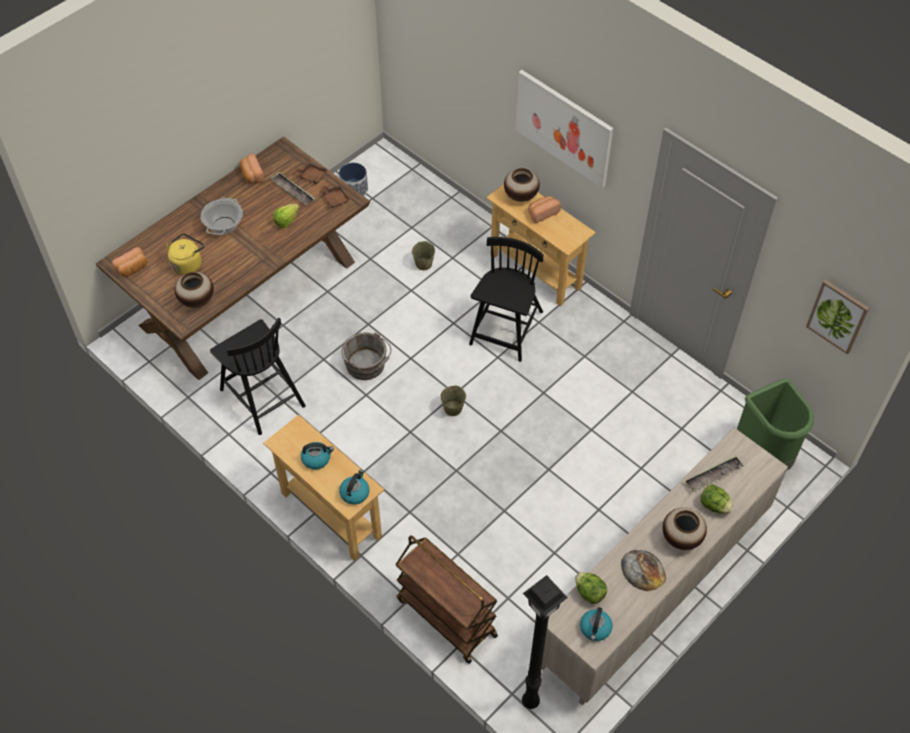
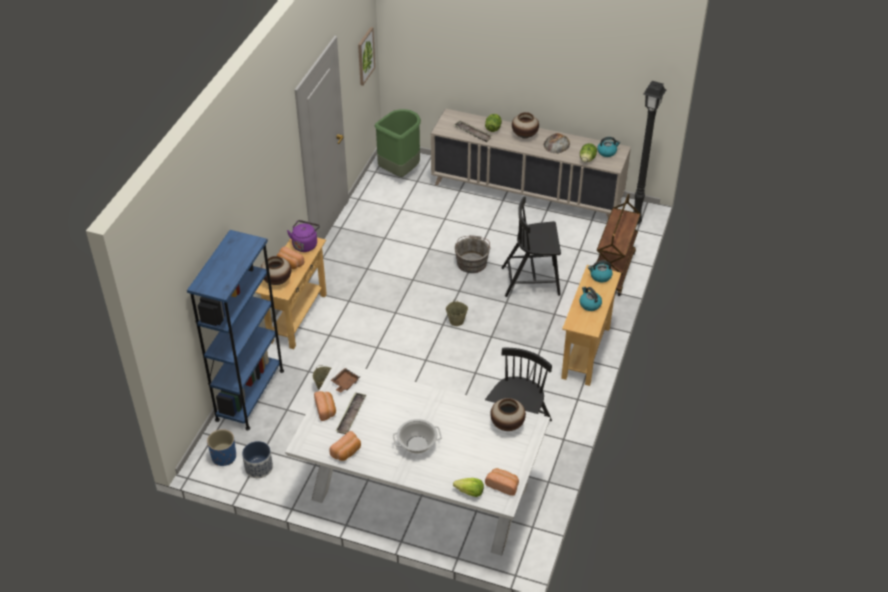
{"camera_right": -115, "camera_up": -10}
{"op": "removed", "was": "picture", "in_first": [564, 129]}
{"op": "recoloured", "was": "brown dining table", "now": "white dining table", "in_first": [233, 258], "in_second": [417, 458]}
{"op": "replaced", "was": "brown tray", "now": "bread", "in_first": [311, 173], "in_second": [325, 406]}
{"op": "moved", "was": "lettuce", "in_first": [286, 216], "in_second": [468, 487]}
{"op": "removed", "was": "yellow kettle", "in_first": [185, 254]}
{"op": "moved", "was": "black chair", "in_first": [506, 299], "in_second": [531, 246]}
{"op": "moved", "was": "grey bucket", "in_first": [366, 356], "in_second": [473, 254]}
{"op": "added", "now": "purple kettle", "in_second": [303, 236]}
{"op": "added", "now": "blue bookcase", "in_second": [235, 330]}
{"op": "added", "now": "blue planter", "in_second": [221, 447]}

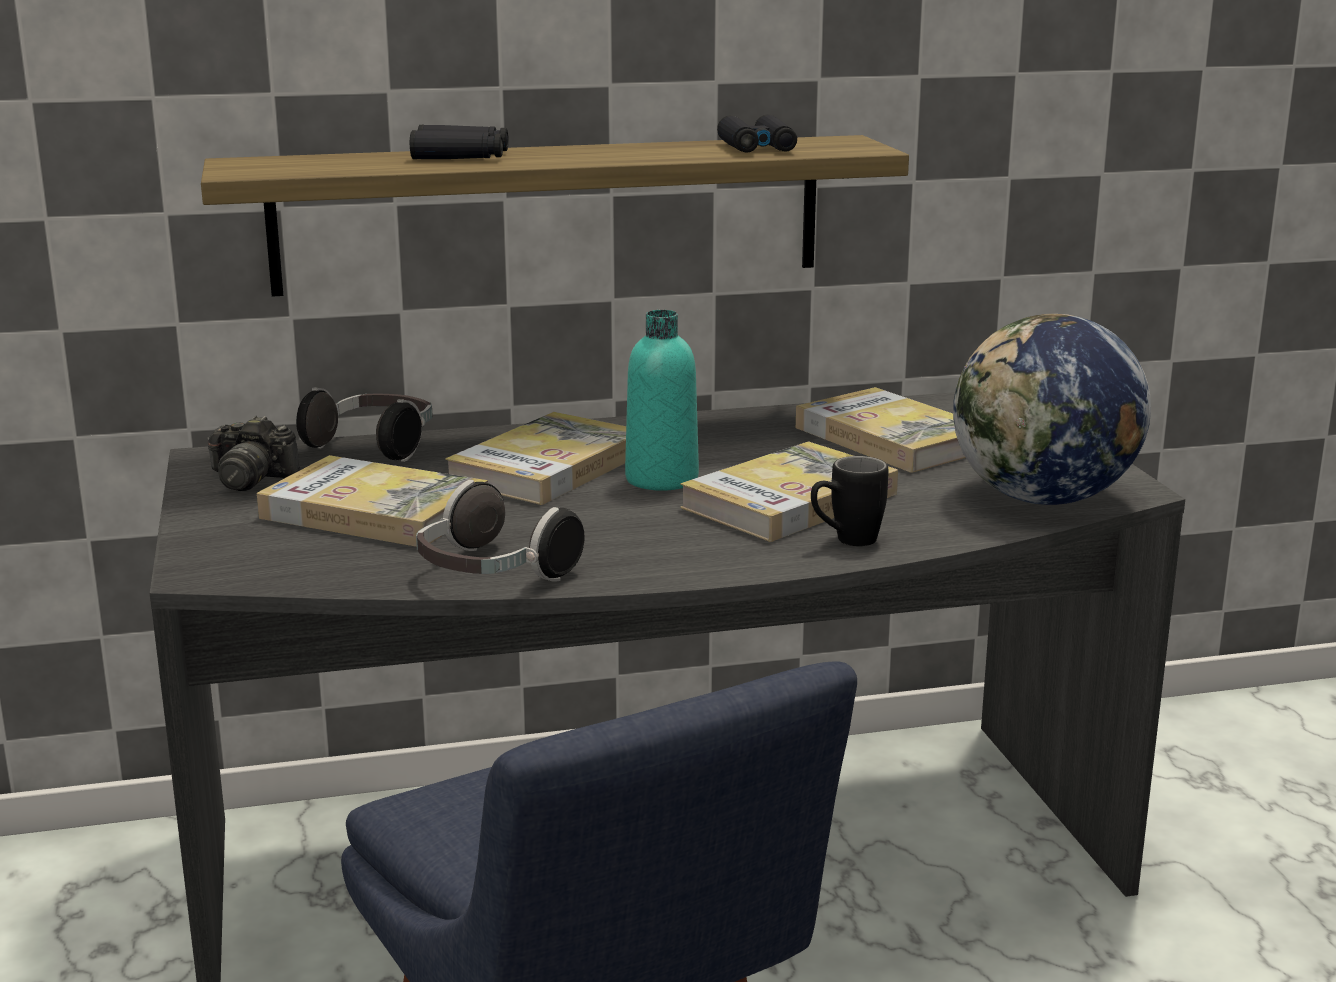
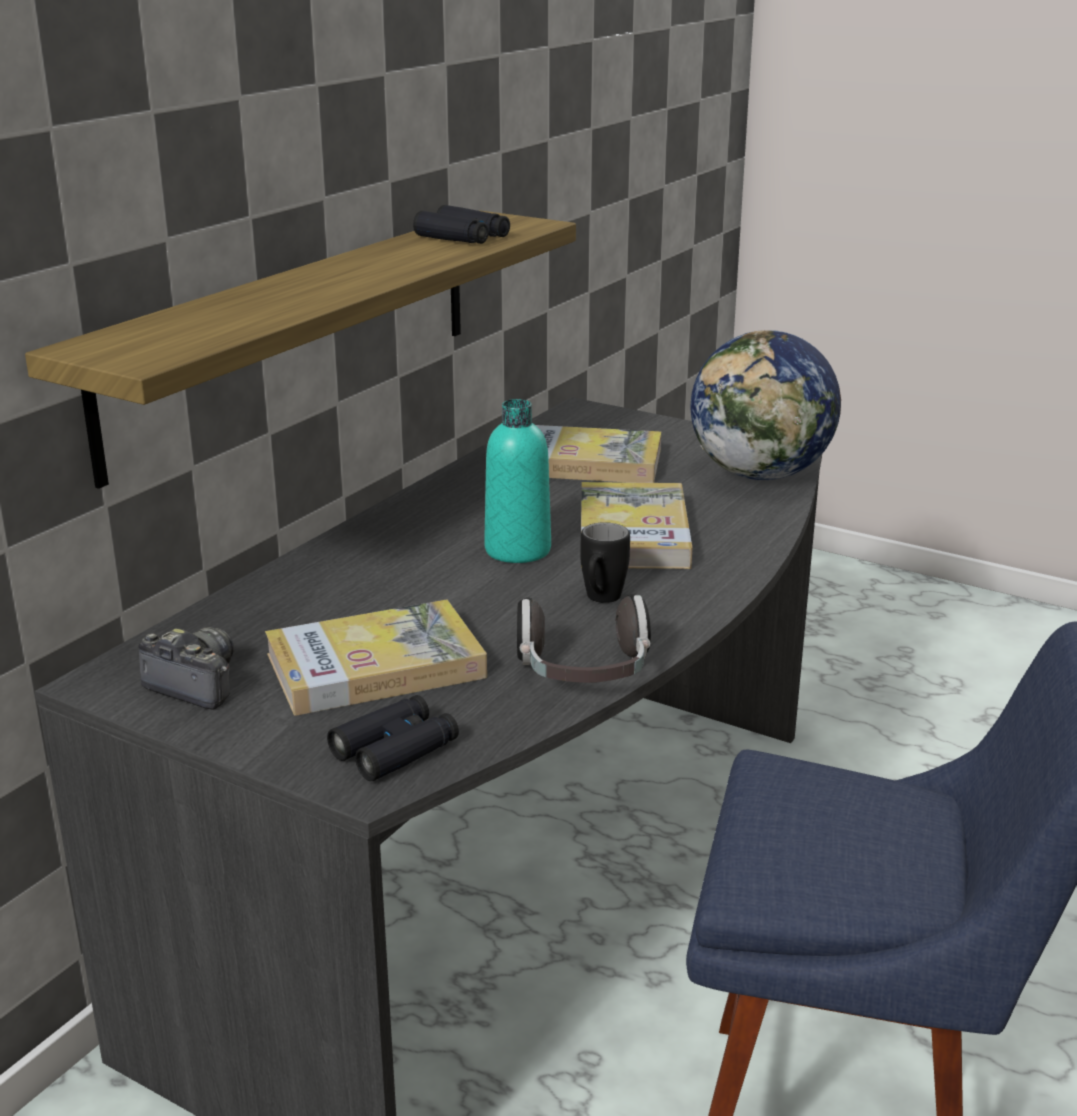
{"camera_right": -45, "camera_up": 5}
{"op": "moved", "was": "black binoculars", "in_first": [459, 142], "in_second": [393, 738]}
{"op": "removed", "was": "headphones", "in_first": [364, 425]}
{"op": "removed", "was": "book", "in_first": [535, 458]}
{"op": "turned", "was": "photo camera", "in_first": [253, 453], "in_second": [186, 668], "clockwise": -120}
{"op": "moved", "was": "black mug", "in_first": [849, 501], "in_second": [605, 562]}

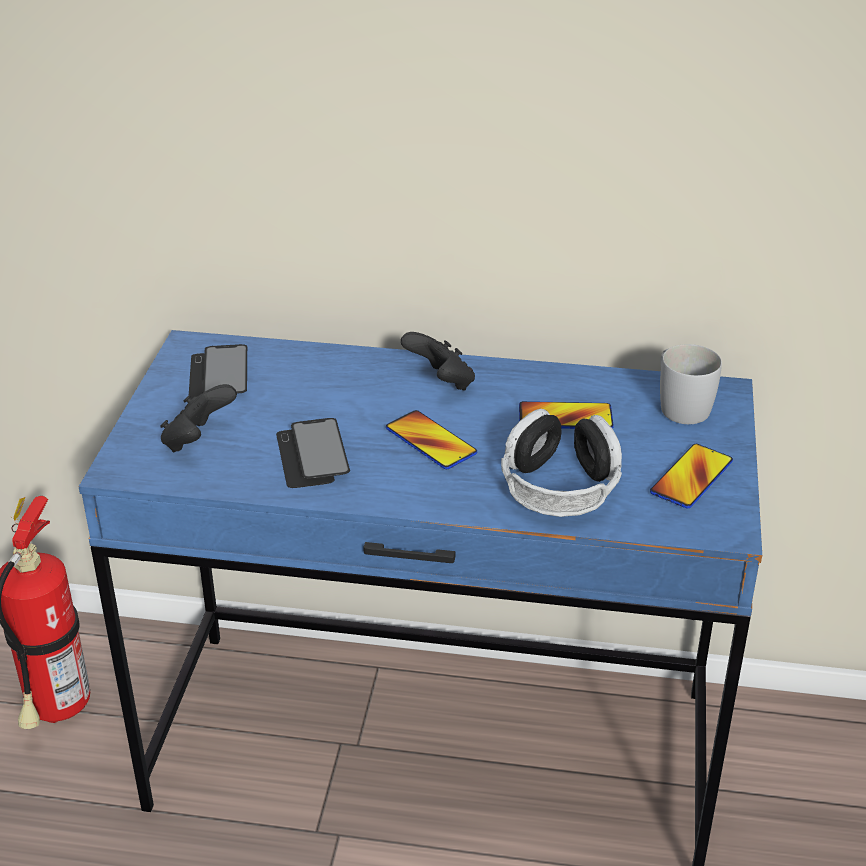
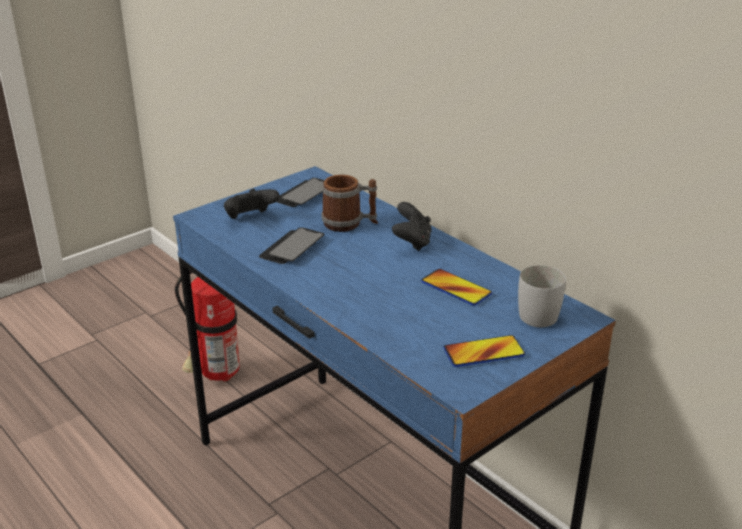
{"camera_right": 40, "camera_up": -5}
{"op": "removed", "was": "headphones", "in_first": [561, 463]}
{"op": "removed", "was": "phone", "in_first": [431, 439]}
{"op": "added", "now": "mug", "in_second": [349, 203]}

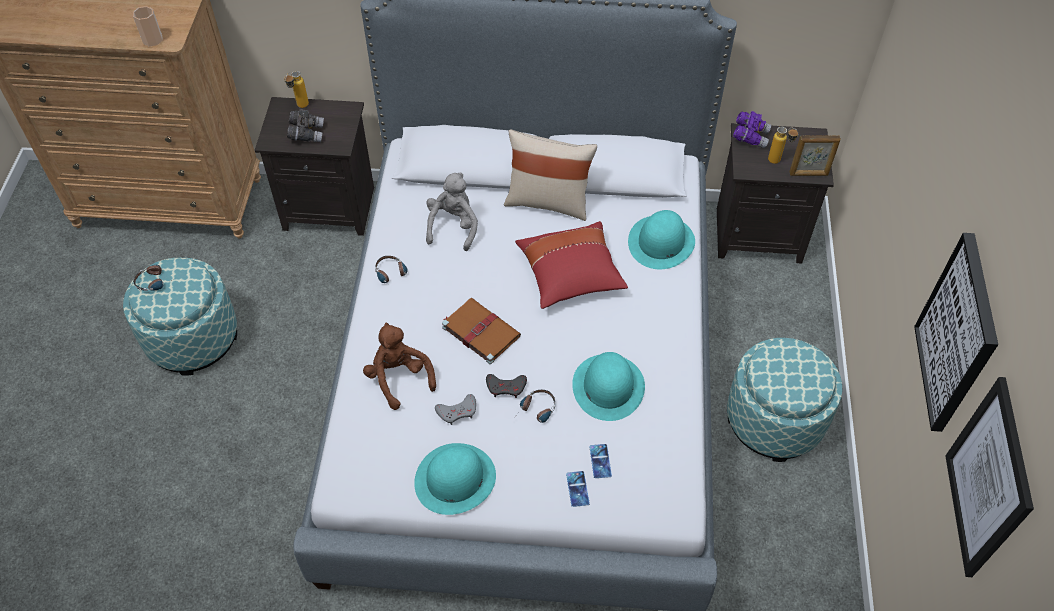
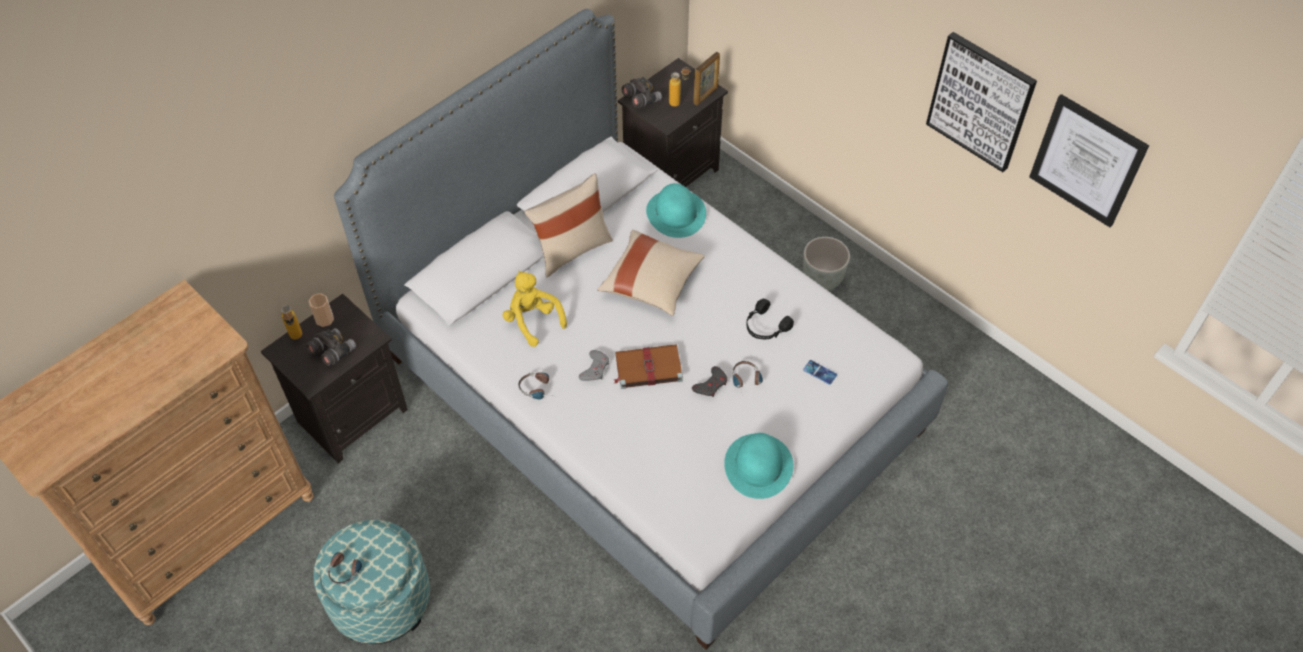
{"camera_right": -50, "camera_up": 0}
{"op": "moved", "was": "cup", "in_first": [148, 26], "in_second": [321, 310]}
{"op": "recoloured", "was": "purple binoculars", "now": "grey binoculars", "in_first": [752, 129], "in_second": [642, 92]}
{"op": "recoloured", "was": "grey plush toy", "now": "yellow plush toy", "in_first": [452, 211], "in_second": [534, 309]}
{"op": "recoloured", "was": "red pillow", "now": "beige pillow", "in_first": [571, 265], "in_second": [651, 273]}
{"op": "removed", "was": "brown plush toy", "in_first": [399, 366]}
{"op": "replaced", "was": "ottoman", "now": "grey planter", "in_first": [784, 400], "in_second": [826, 263]}
{"op": "replaced", "was": "turquoise hat", "now": "black headphones", "in_first": [608, 386], "in_second": [770, 319]}
{"op": "moved", "was": "grey game controller", "in_first": [455, 409], "in_second": [594, 365]}
{"op": "removed", "was": "phone", "in_first": [578, 489]}

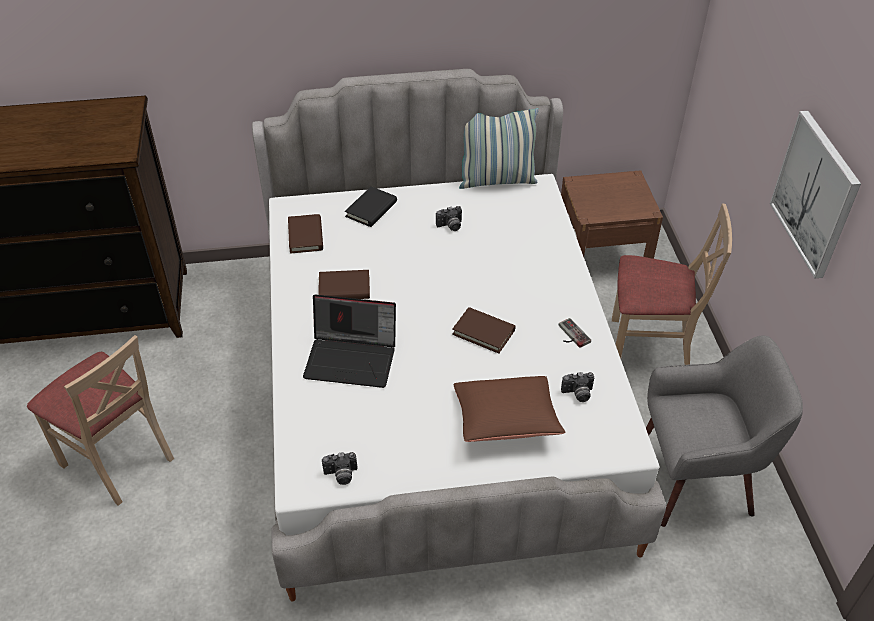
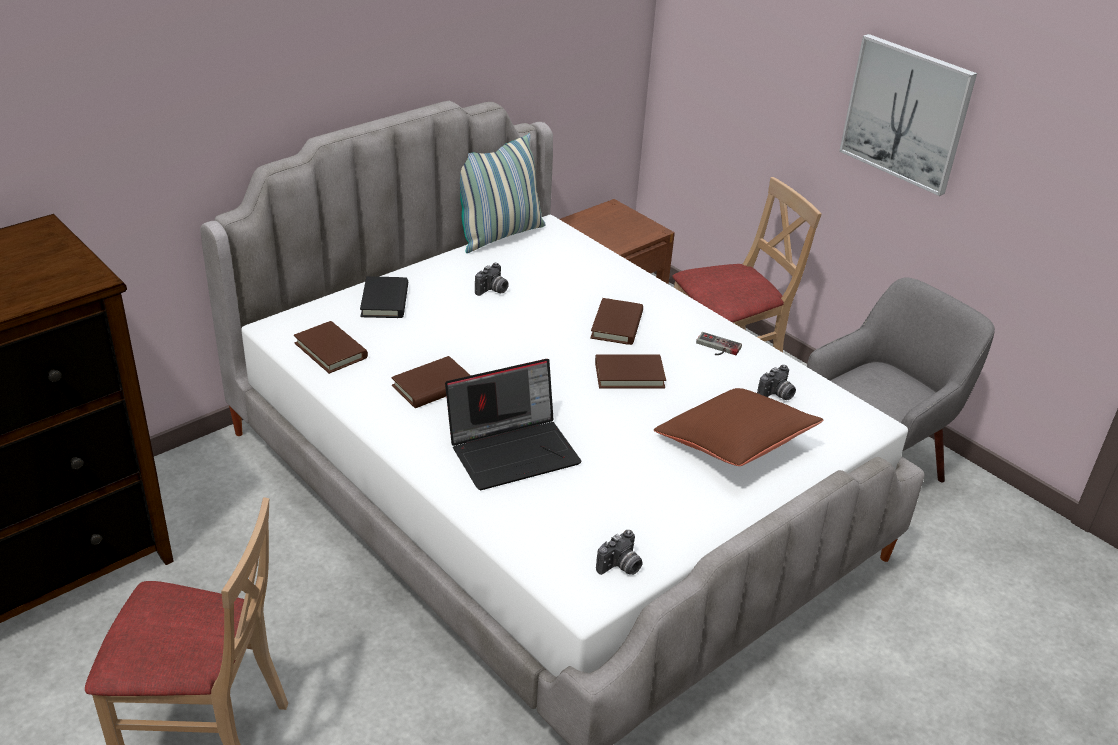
{"camera_right": -35, "camera_up": -10}
{"op": "added", "now": "brown book", "in_second": [616, 321]}

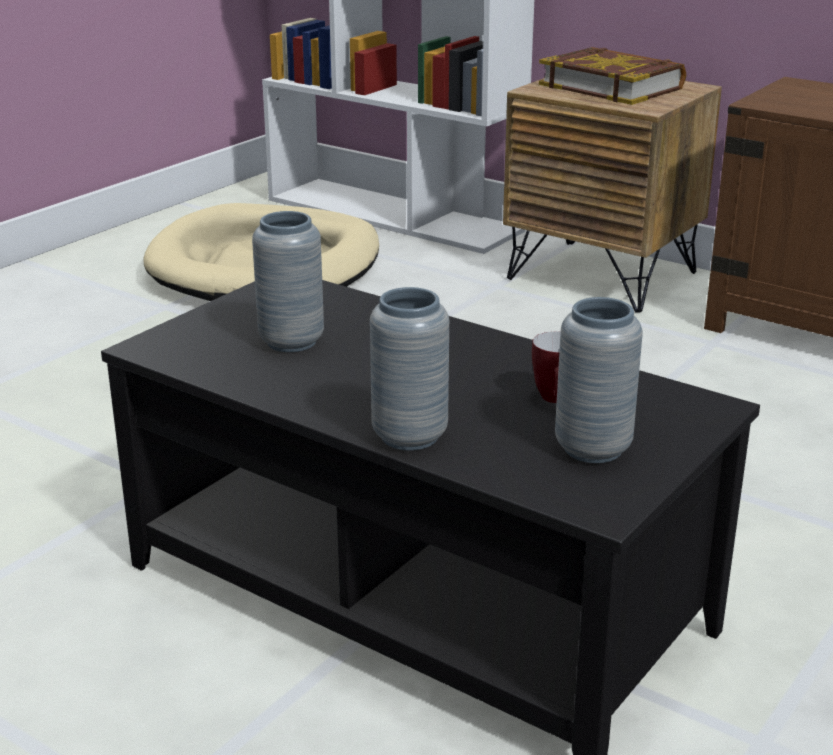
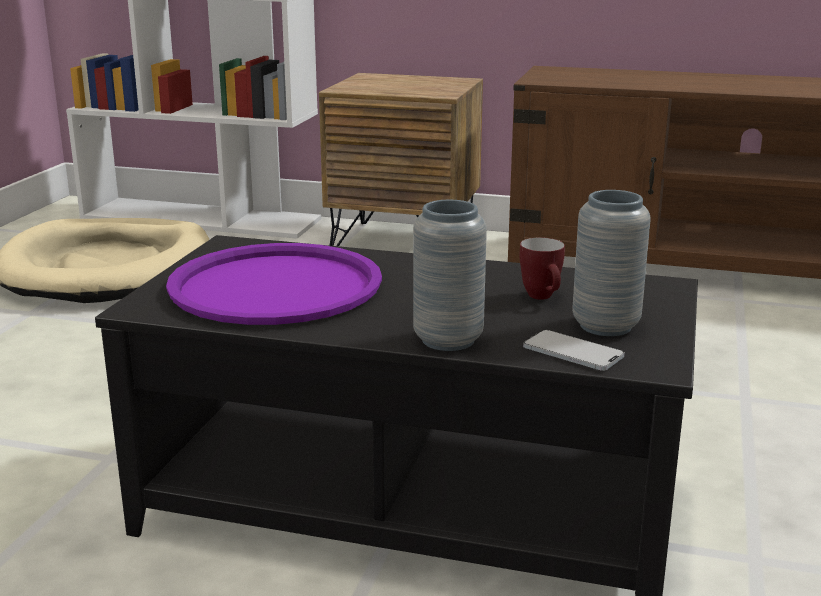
{"camera_right": -20, "camera_up": -5}
{"op": "removed", "was": "book", "in_first": [612, 76]}
{"op": "replaced", "was": "grey vase", "now": "purple tray", "in_first": [288, 281], "in_second": [274, 284]}
{"op": "added", "now": "phone", "in_second": [574, 350]}

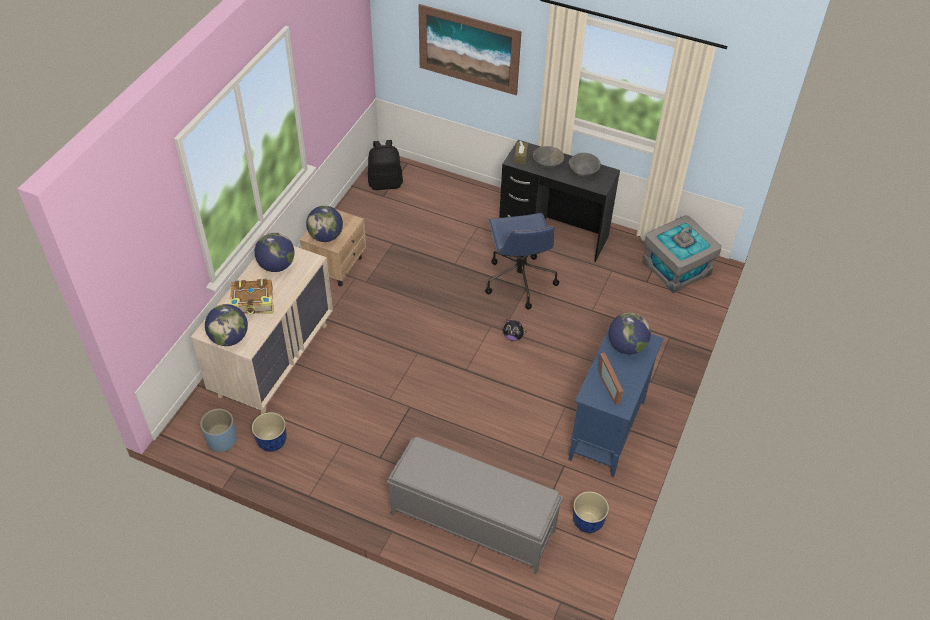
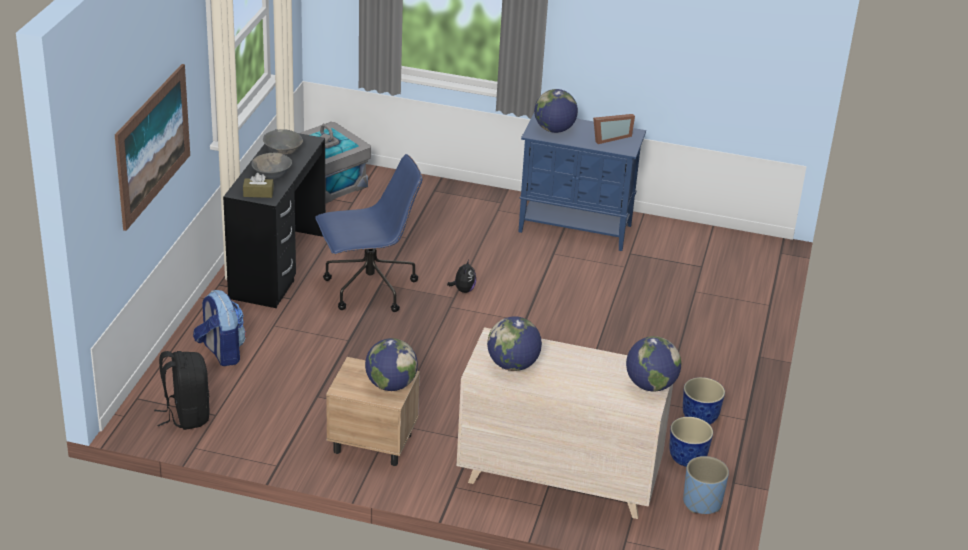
{"camera_right": -100, "camera_up": -15}
{"op": "removed", "was": "book", "in_first": [251, 296]}
{"op": "removed", "was": "grey bench", "in_first": [475, 505]}
{"op": "moved", "was": "planter", "in_first": [591, 512], "in_second": [704, 401]}
{"op": "added", "now": "backpack", "in_second": [219, 328]}

